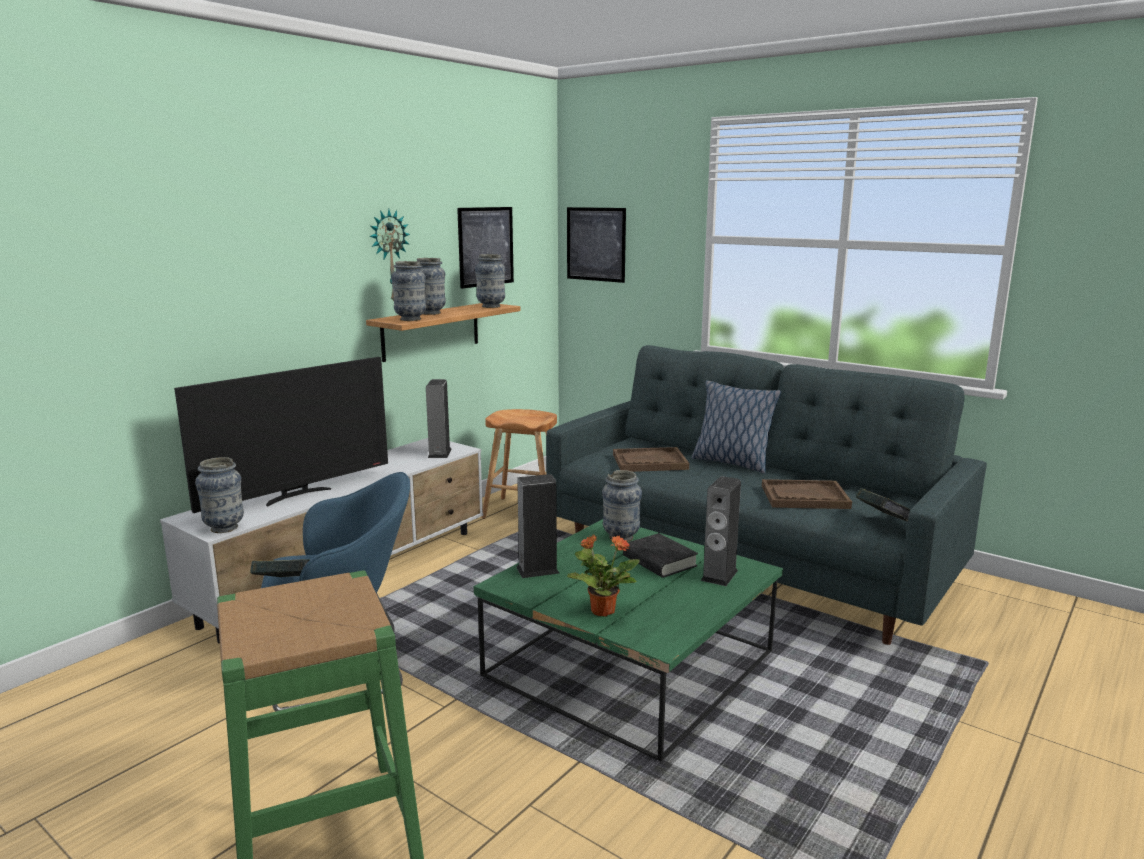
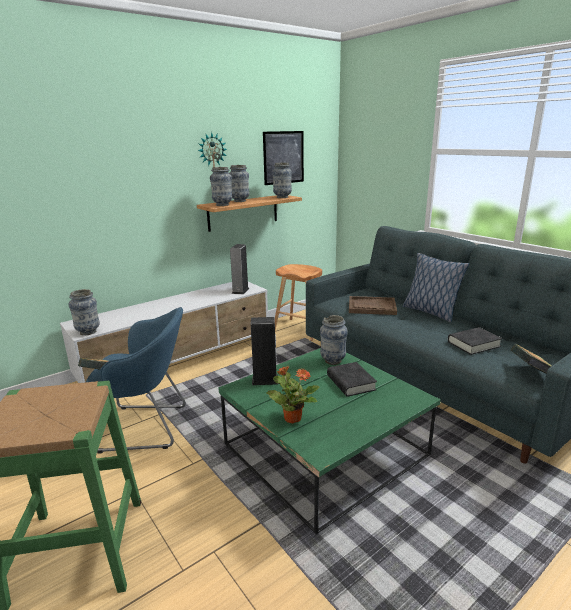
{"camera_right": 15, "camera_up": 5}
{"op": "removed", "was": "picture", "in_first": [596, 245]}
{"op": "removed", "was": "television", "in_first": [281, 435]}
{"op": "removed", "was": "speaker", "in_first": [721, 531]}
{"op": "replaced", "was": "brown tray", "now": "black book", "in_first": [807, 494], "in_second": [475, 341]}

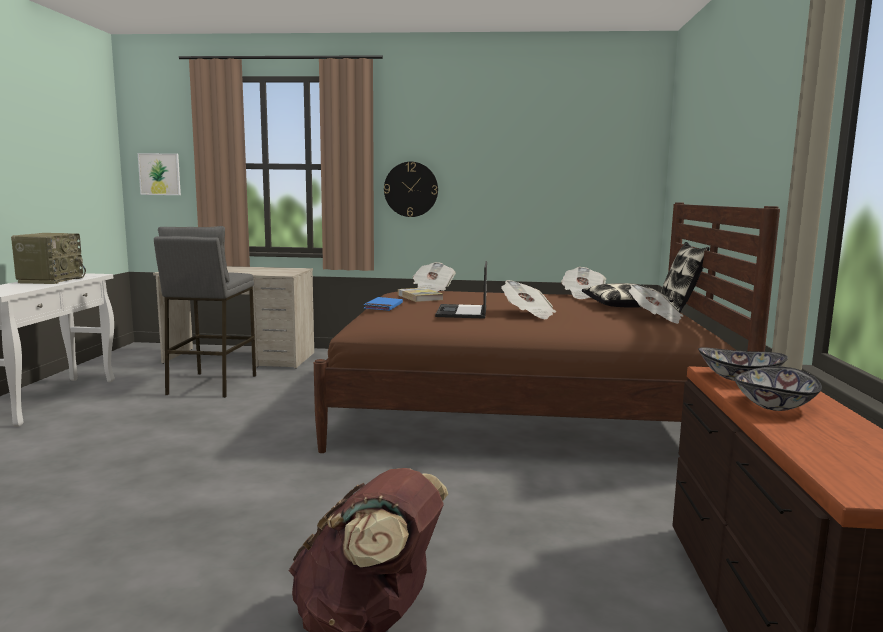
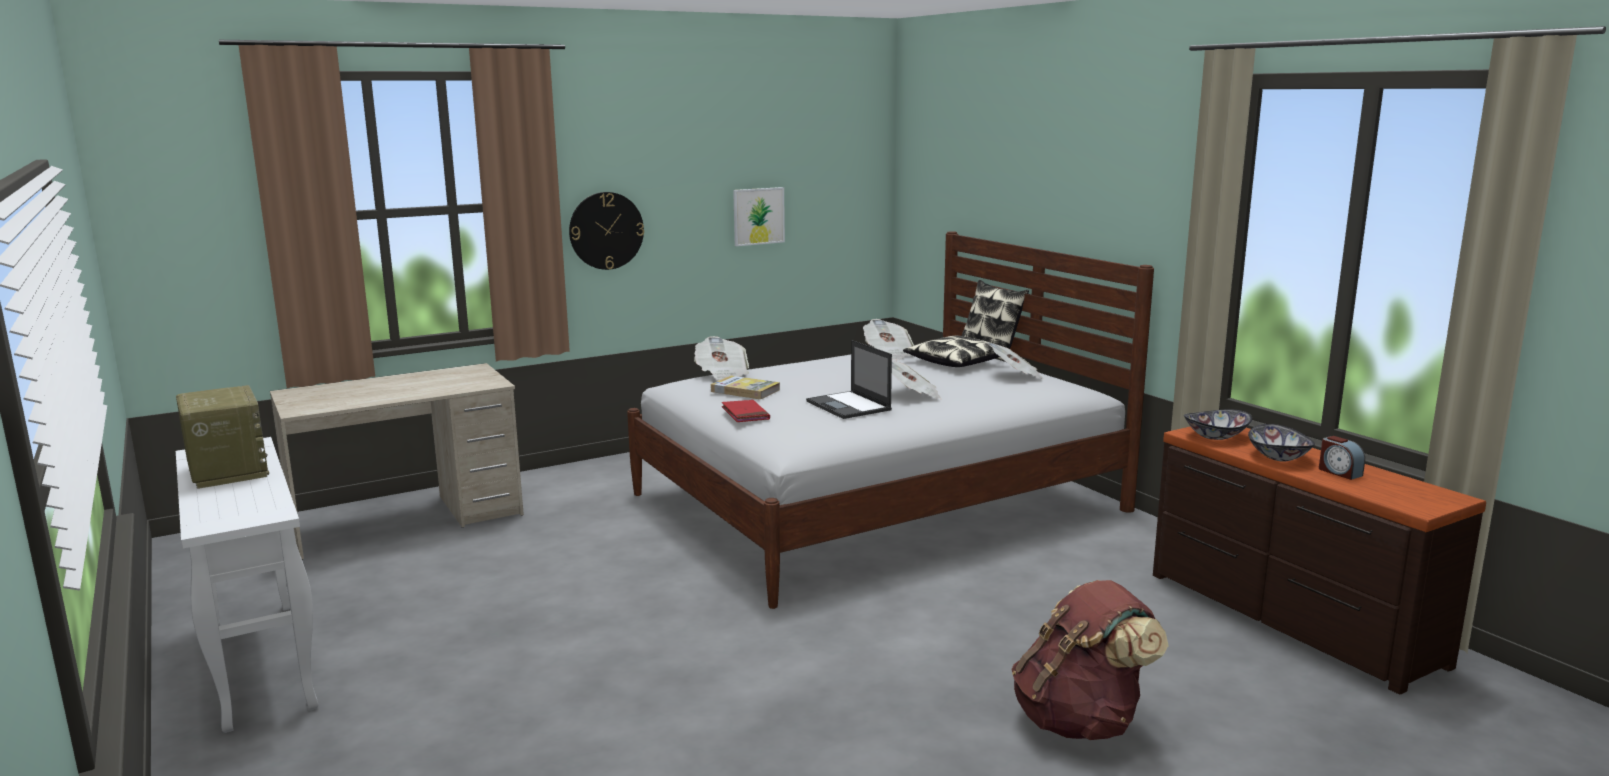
{"camera_right": -35, "camera_up": 5}
{"op": "moved", "was": "picture", "in_first": [159, 174], "in_second": [759, 216]}
{"op": "recoloured", "was": "brown bed", "now": "white bed", "in_first": [547, 327], "in_second": [890, 420]}
{"op": "removed", "was": "grey stool", "in_first": [205, 312]}
{"op": "recoloured", "was": "blue book", "now": "red book", "in_first": [383, 304], "in_second": [746, 411]}
{"op": "added", "now": "alarm clock", "in_second": [1342, 458]}

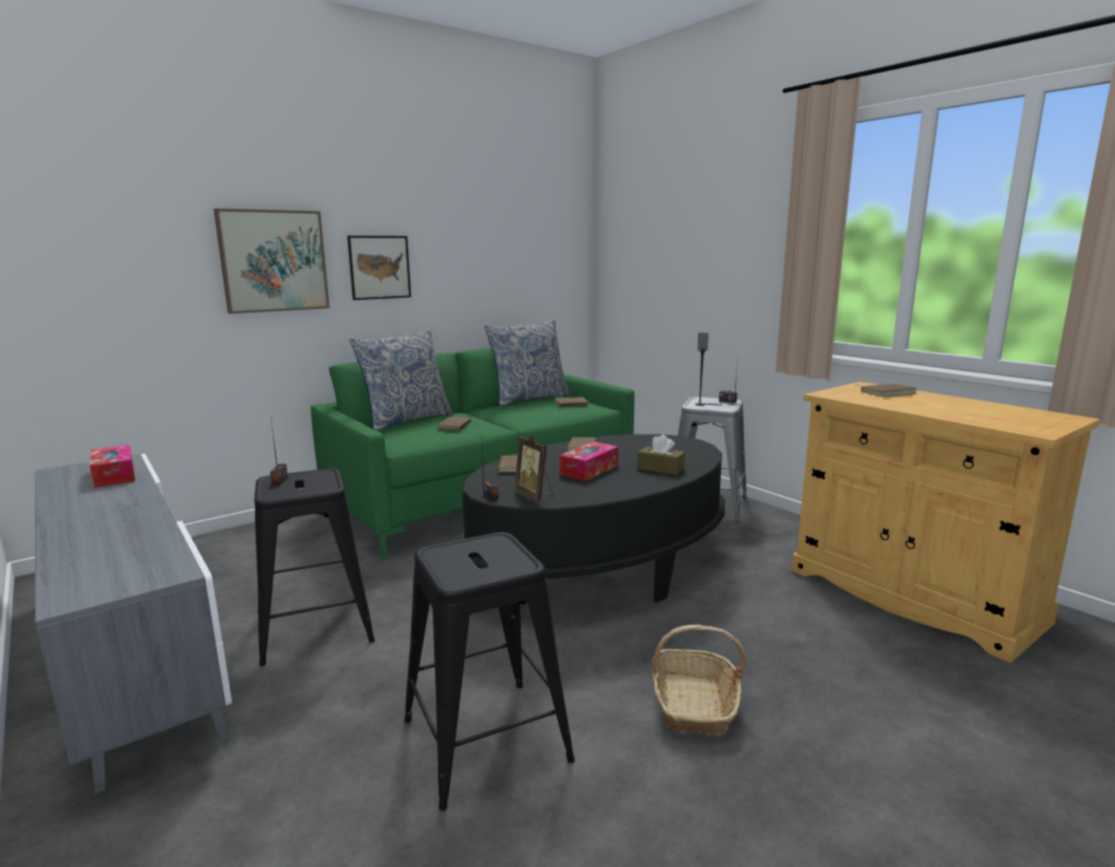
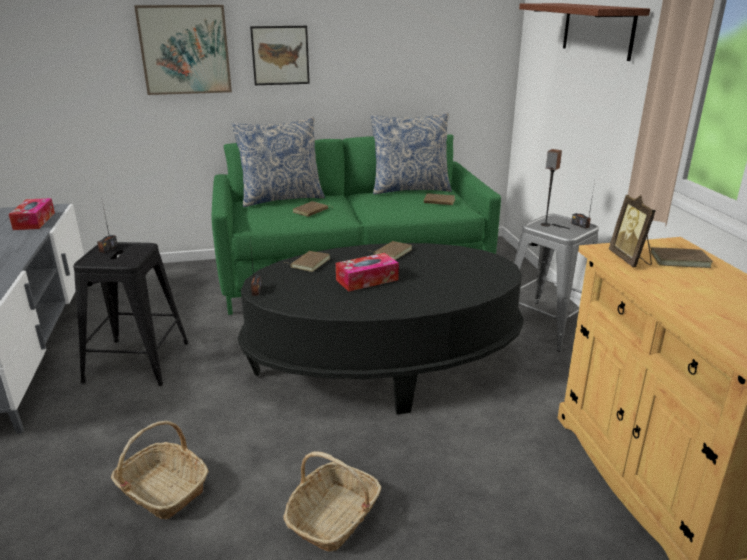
{"camera_right": 25, "camera_up": 10}
{"op": "removed", "was": "brown tissue box", "in_first": [661, 454]}
{"op": "moved", "was": "picture frame", "in_first": [533, 468], "in_second": [632, 231]}
{"op": "replaced", "was": "black stool", "now": "basket", "in_first": [489, 671], "in_second": [160, 470]}
{"op": "added", "now": "shelf", "in_second": [584, 32]}

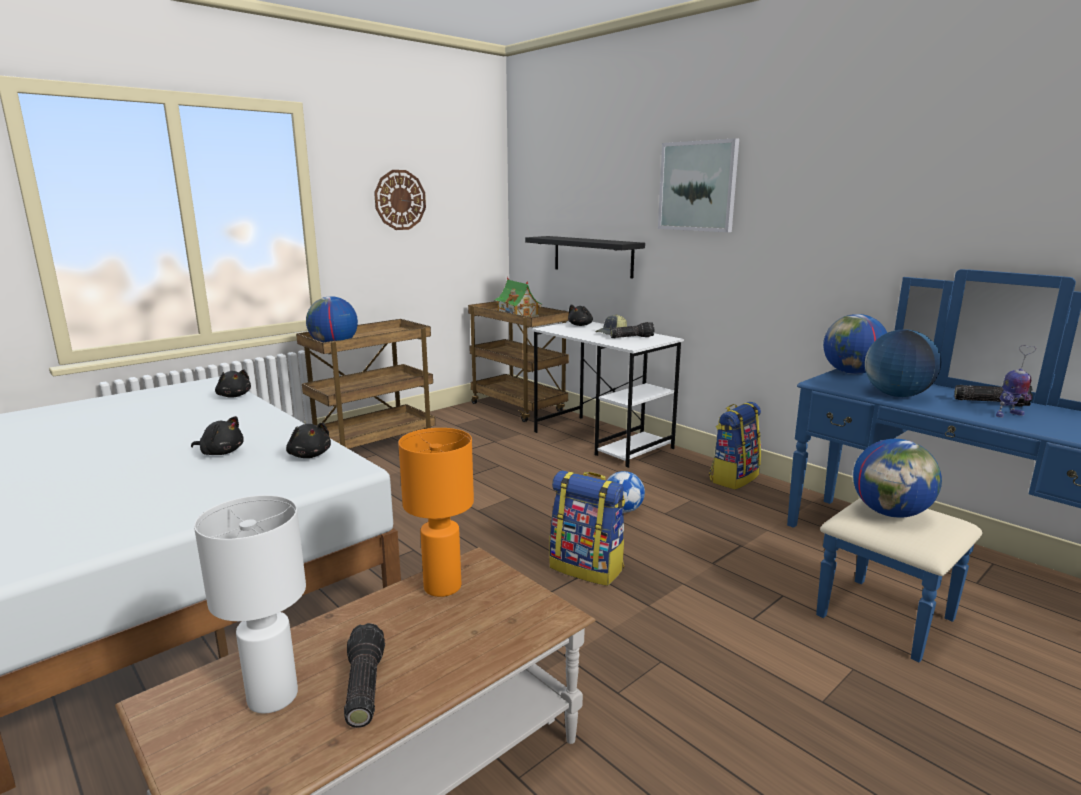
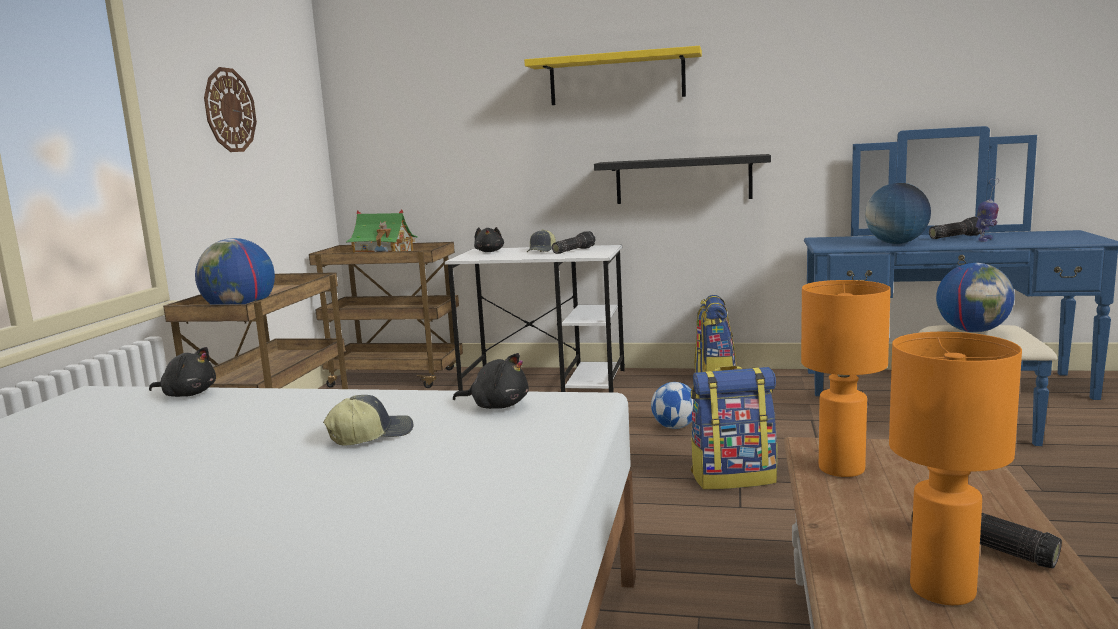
{"camera_right": -35, "camera_up": -5}
{"op": "replaced", "was": "picture", "now": "yellow shelf", "in_first": [698, 185], "in_second": [613, 75]}
{"op": "moved", "was": "black shelf", "in_first": [585, 257], "in_second": [682, 179]}
{"op": "removed", "was": "globe", "in_first": [855, 344]}
{"op": "replaced", "was": "black plush toy", "now": "cap", "in_first": [217, 435], "in_second": [368, 420]}
{"op": "recoloured", "was": "white table lamp", "now": "orange table lamp", "in_first": [250, 604], "in_second": [955, 468]}

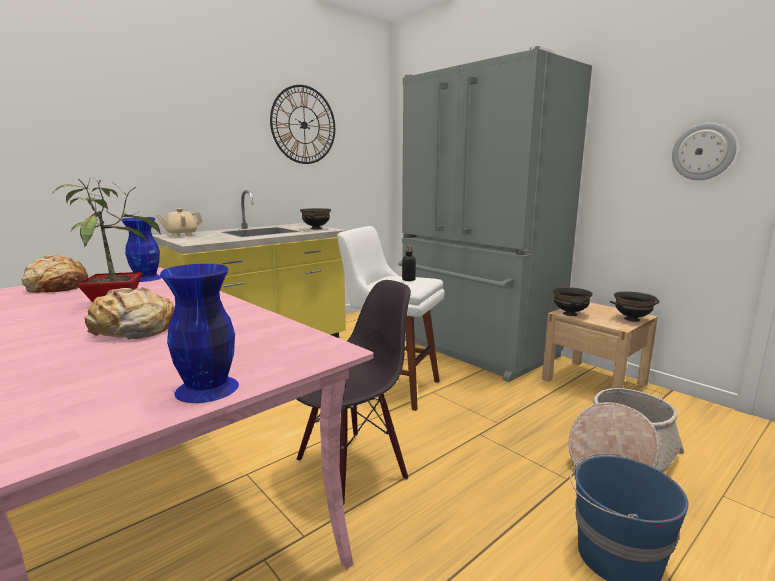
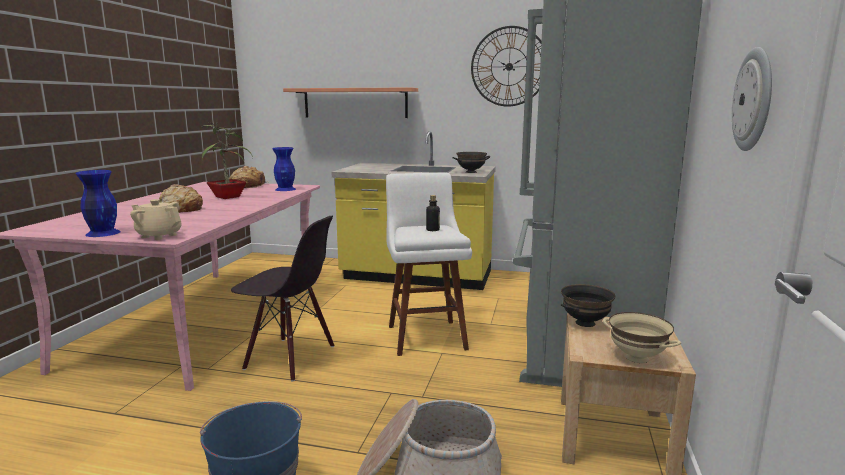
{"camera_right": 55, "camera_up": 0}
{"op": "moved", "was": "beige teapot", "in_first": [179, 222], "in_second": [156, 219]}
{"op": "recoloured", "was": "black bowl", "now": "beige bowl", "in_first": [635, 306], "in_second": [642, 337]}
{"op": "added", "now": "shelf", "in_second": [350, 102]}

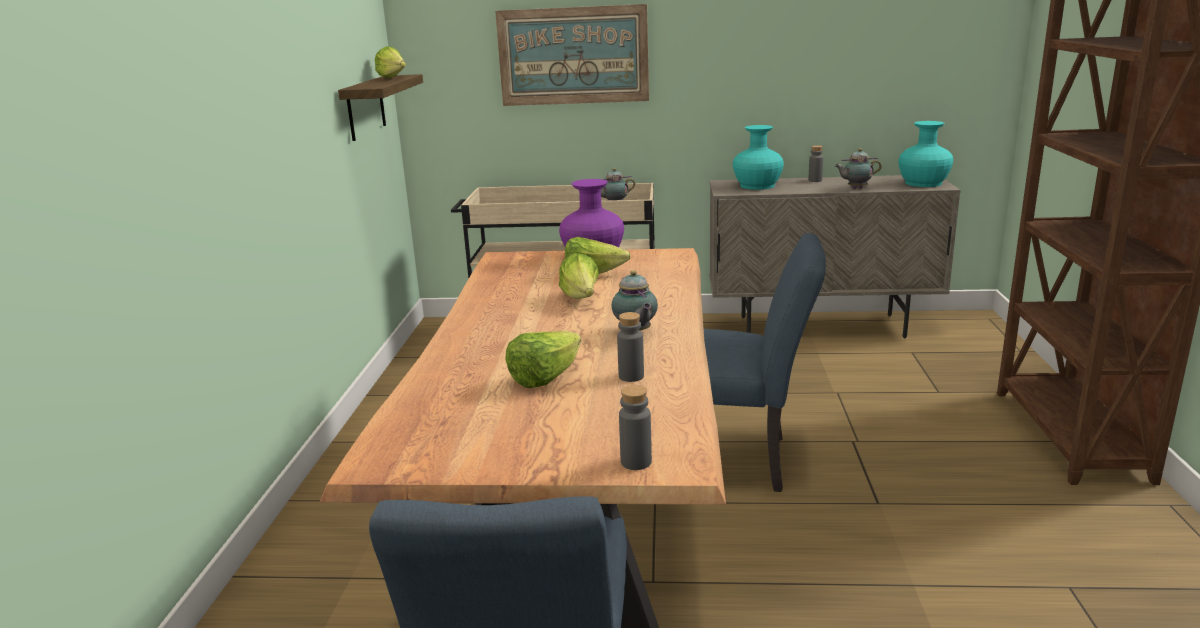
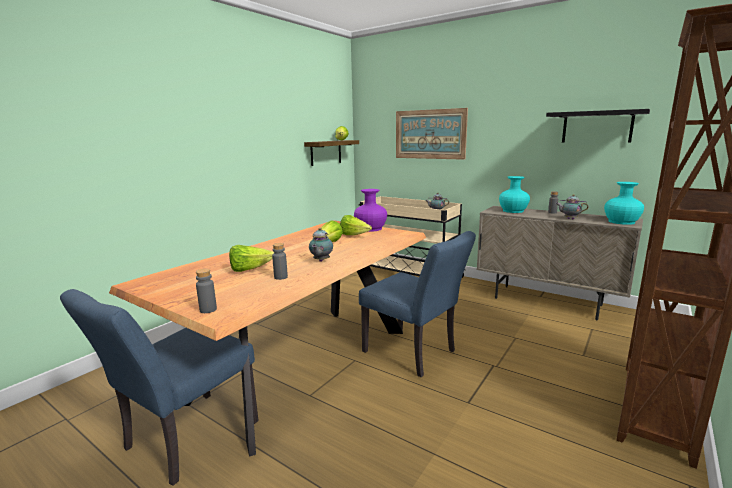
{"camera_right": 30, "camera_up": -5}
{"op": "added", "now": "black shelf", "in_second": [598, 126]}

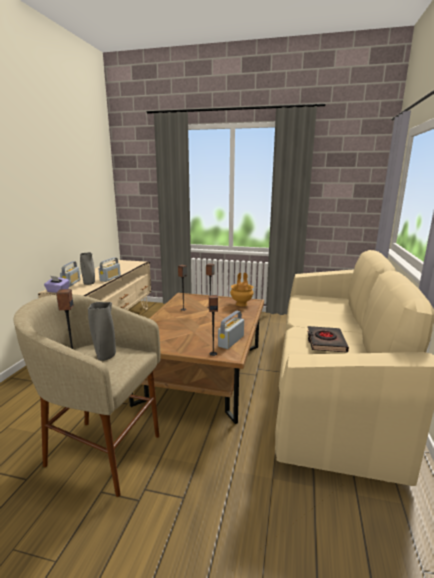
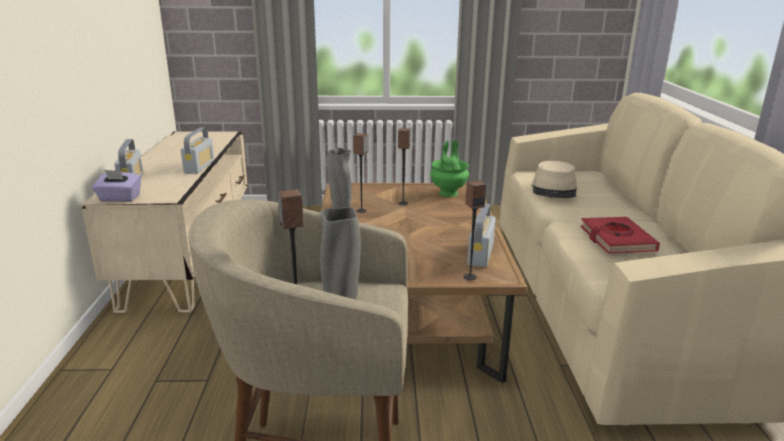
{"camera_right": -15, "camera_up": 5}
{"op": "moved", "was": "grey vase", "in_first": [87, 268], "in_second": [339, 178]}
{"op": "recoloured", "was": "brown vase", "now": "green vase", "in_first": [242, 289], "in_second": [449, 168]}
{"op": "recoloured", "was": "black book", "now": "red book", "in_first": [328, 339], "in_second": [620, 235]}
{"op": "added", "now": "beige hat", "in_second": [554, 179]}

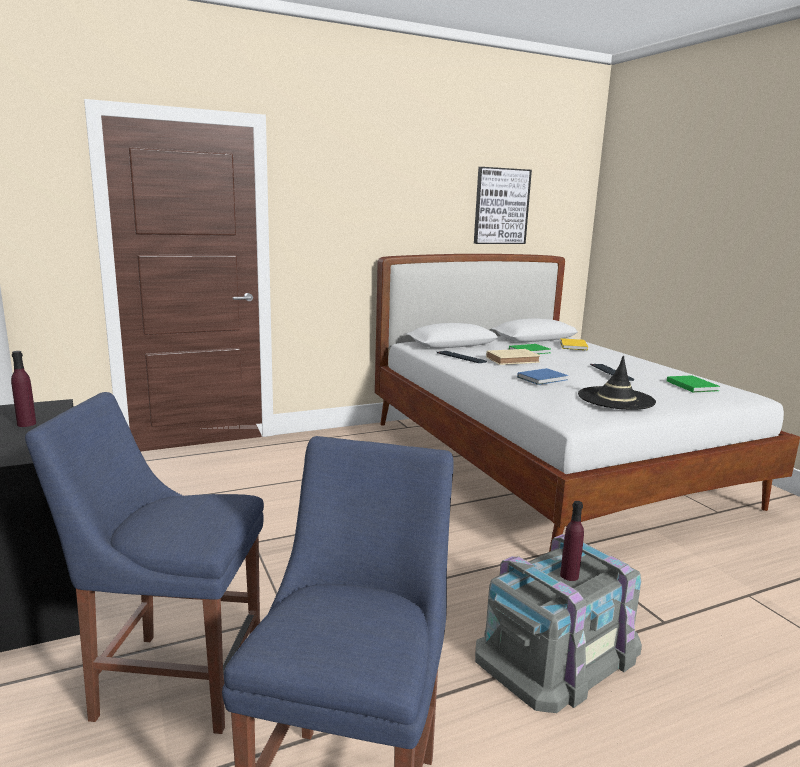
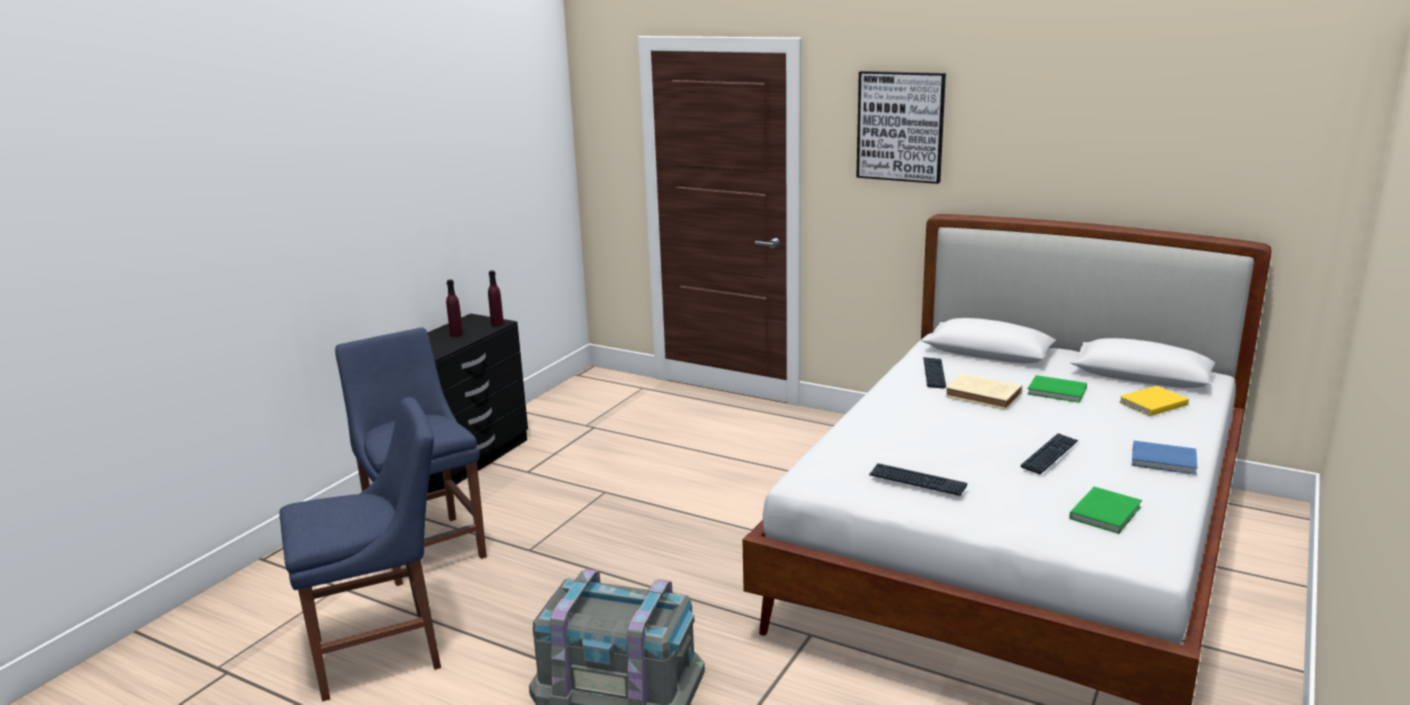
{"camera_right": 55, "camera_up": 5}
{"op": "moved", "was": "picture", "in_first": [503, 205], "in_second": [901, 127]}
{"op": "replaced", "was": "black hat", "now": "keyboard", "in_first": [617, 382], "in_second": [918, 479]}
{"op": "moved", "was": "blue book", "in_first": [542, 376], "in_second": [1164, 458]}
{"op": "moved", "was": "purple bottle", "in_first": [572, 541], "in_second": [496, 298]}

